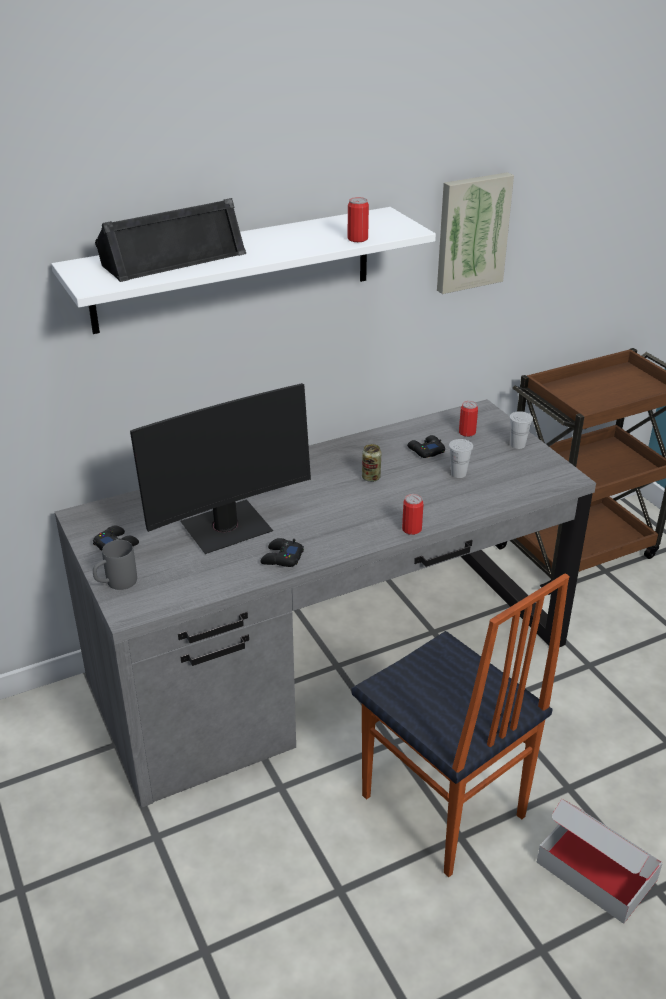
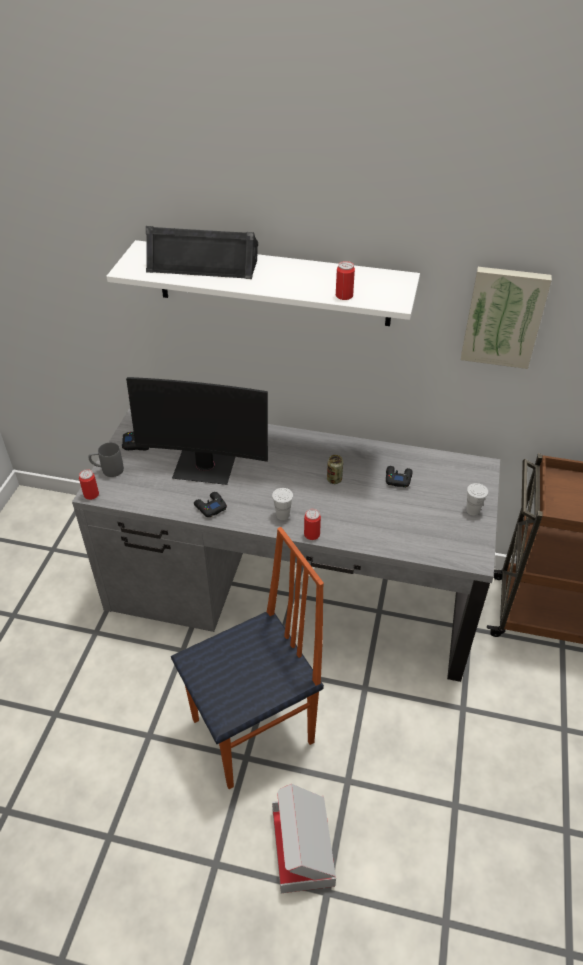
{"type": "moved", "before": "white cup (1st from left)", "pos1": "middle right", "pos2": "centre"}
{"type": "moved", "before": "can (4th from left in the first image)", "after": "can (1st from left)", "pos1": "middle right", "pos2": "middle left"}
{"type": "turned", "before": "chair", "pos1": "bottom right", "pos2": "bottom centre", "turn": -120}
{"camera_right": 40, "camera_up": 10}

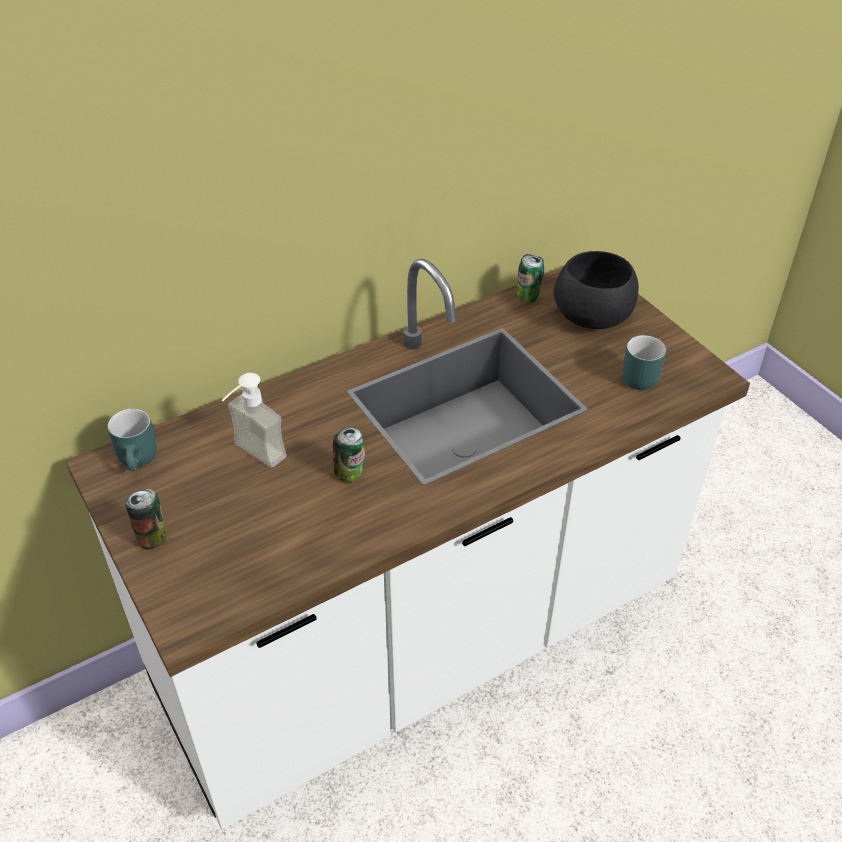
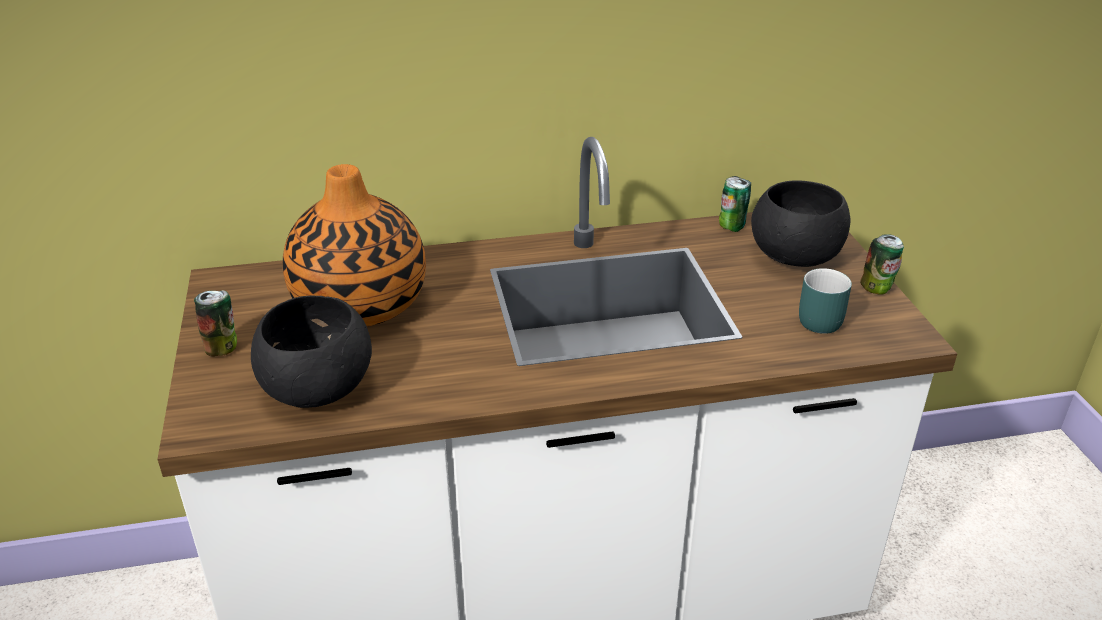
{"type": "removed", "before": "turquoise mug (1st from left)", "pos1": "middle left"}
{"type": "added", "after": "black bowl (1st from left)", "pos2": "middle left"}
{"type": "moved", "before": "can (2nd from left in the first image)", "after": "can (3rd from left)", "pos1": "centre", "pos2": "middle right"}
{"type": "replaced", "before": "soap dispenser", "after": "vase", "pos1": "middle left", "pos2": "middle left"}
{"camera_right": 20, "camera_up": -10}

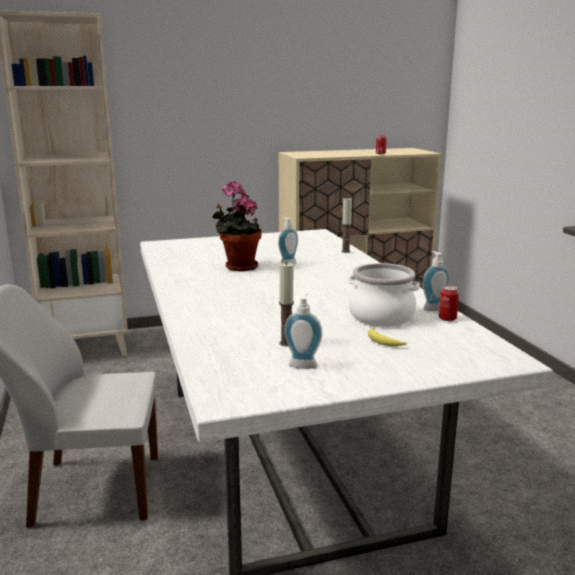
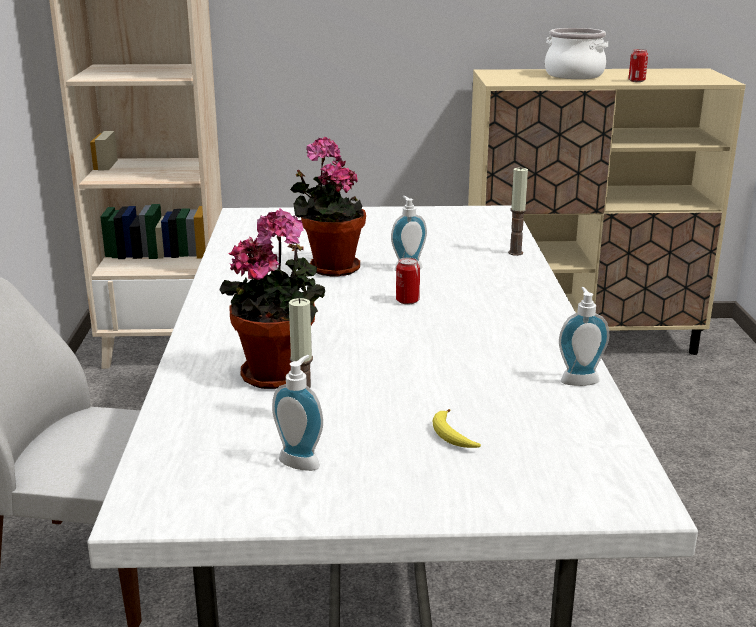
{"type": "added", "after": "potted plant (1st from left)", "pos2": "centre"}
{"type": "moved", "before": "cooking pot", "pos1": "middle right", "pos2": "top right"}
{"type": "moved", "before": "can (2nd from left in the first image)", "after": "can (1st from left)", "pos1": "middle right", "pos2": "centre"}
{"camera_right": 15, "camera_up": 5}

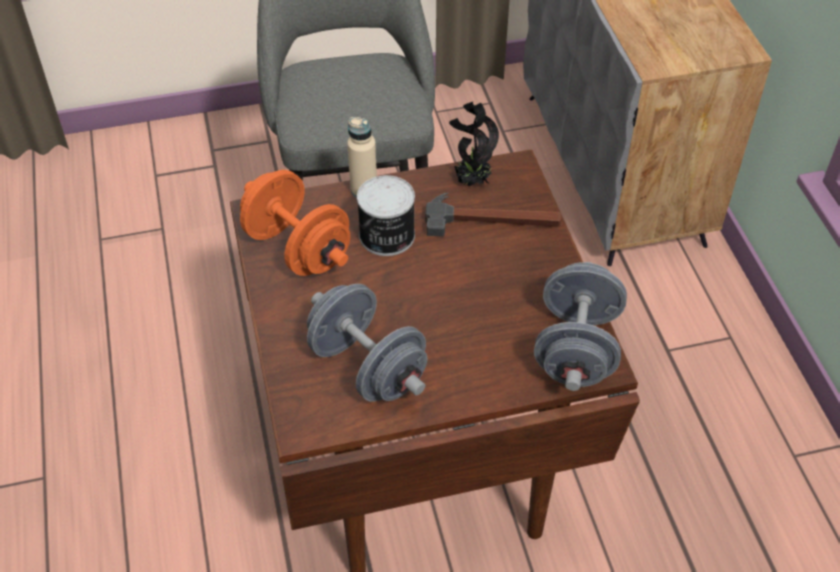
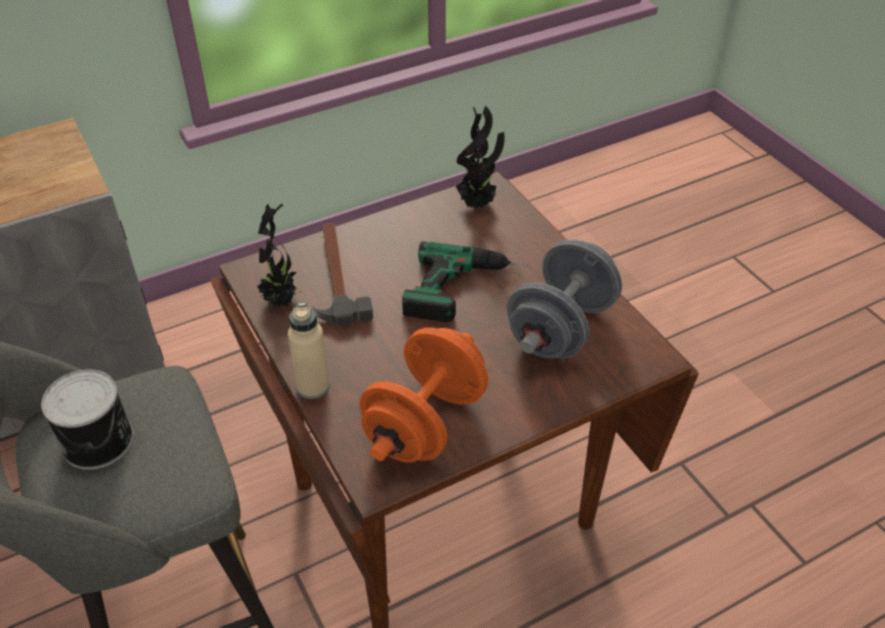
{"type": "added", "after": "power drill", "pos2": "centre"}
{"type": "moved", "before": "can", "pos1": "centre", "pos2": "bottom left"}
{"type": "replaced", "before": "grey dumbbell (2nd from left)", "after": "potted plant (2nd from left)", "pos1": "middle right", "pos2": "top centre"}
{"camera_right": -105, "camera_up": -5}

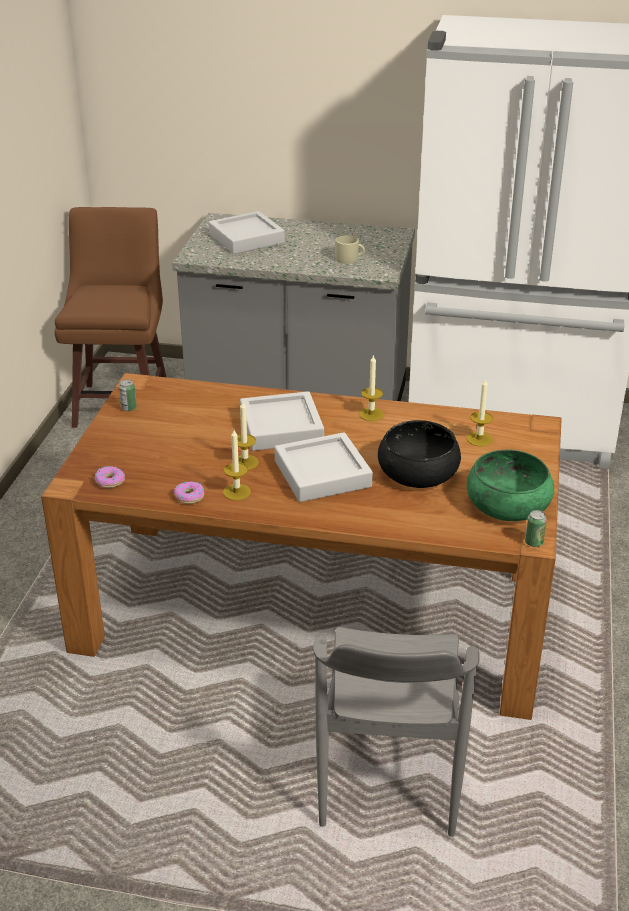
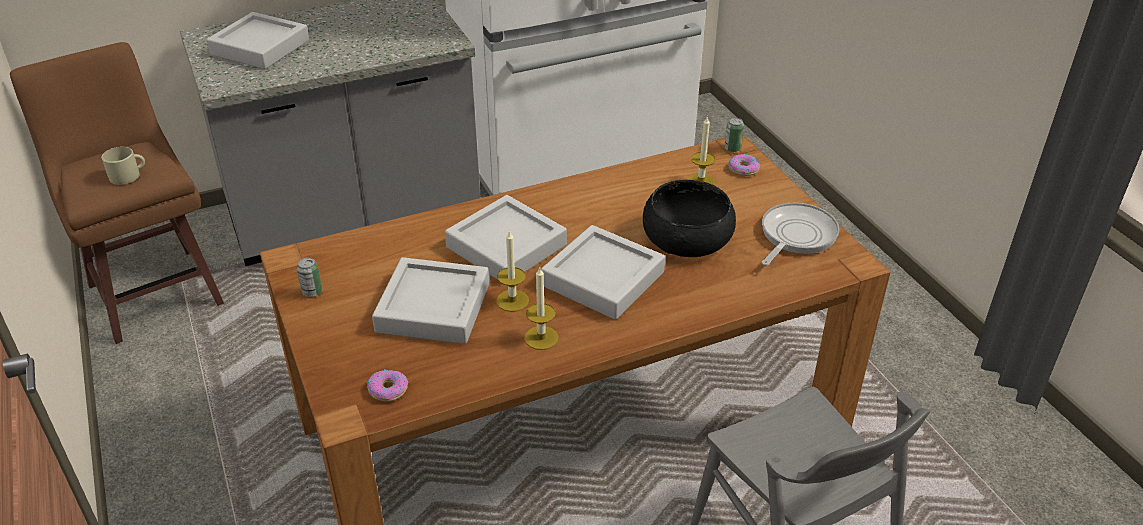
{"type": "removed", "before": "candle (3rd from left)", "pos1": "centre"}
{"type": "added", "after": "grey tray (2nd from left)", "pos2": "centre"}
{"type": "moved", "before": "donut (2nd from left)", "pos1": "middle left", "pos2": "top centre"}
{"type": "moved", "before": "beige mug", "pos1": "top centre", "pos2": "top left"}
{"type": "moved", "before": "can (2nd from left)", "pos1": "middle right", "pos2": "top centre"}
{"type": "replaced", "before": "green bowl", "after": "frying pan", "pos1": "middle right", "pos2": "middle right"}
{"camera_right": -35, "camera_up": 5}

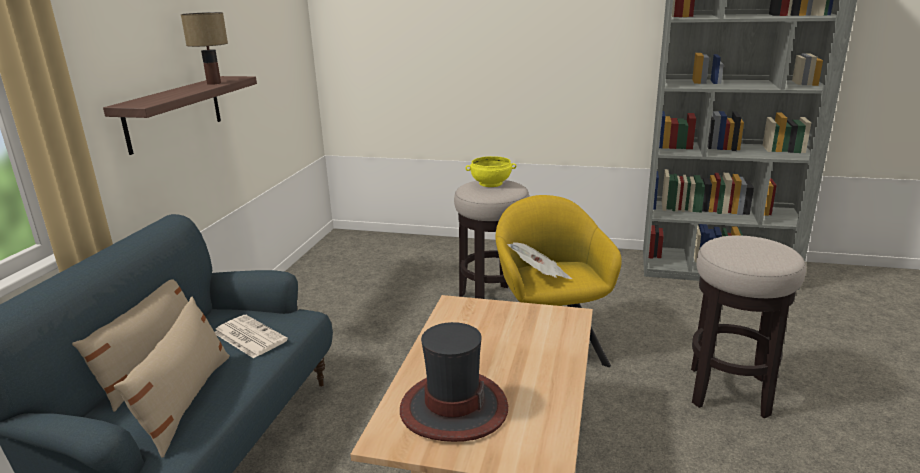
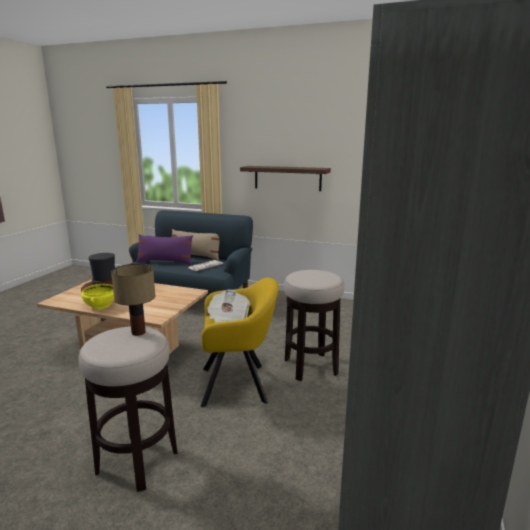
{"type": "moved", "before": "table lamp", "pos1": "top left", "pos2": "middle left"}
{"type": "moved", "before": "yellow bowl", "pos1": "centre", "pos2": "middle left"}
{"type": "recoloured", "before": "beige pillow (2nd from left)", "after": "purple pillow", "pos1": "bottom left", "pos2": "middle left"}
{"camera_right": 95, "camera_up": -5}

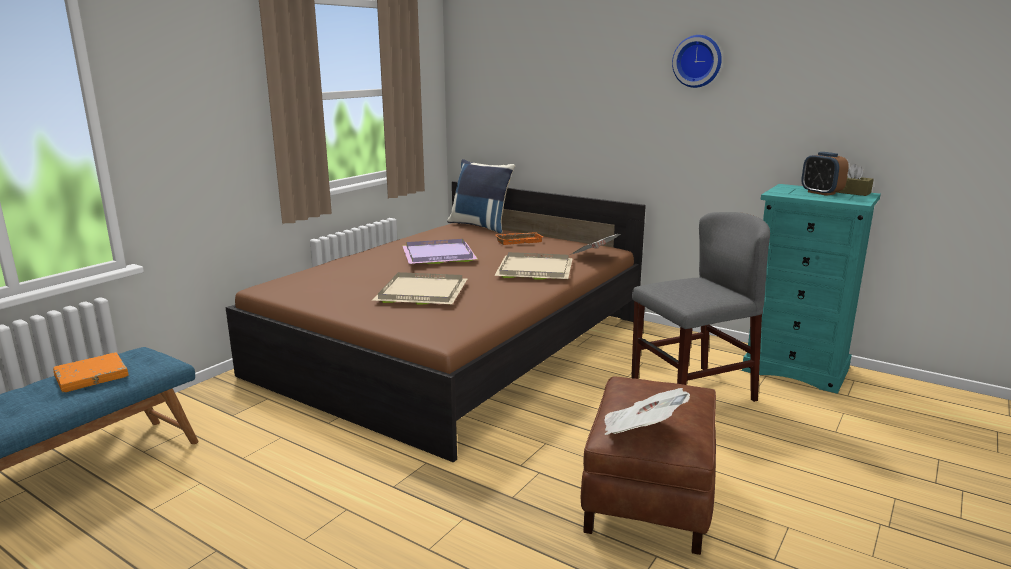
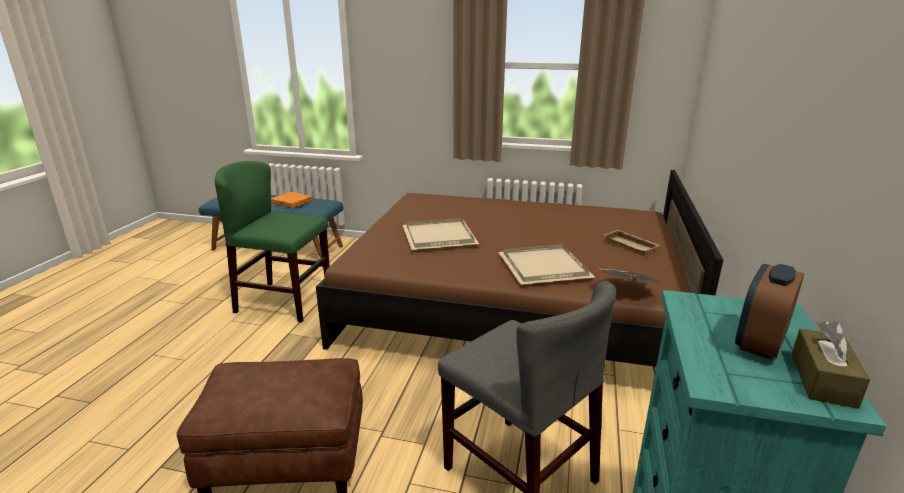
{"type": "removed", "before": "purple tray", "pos1": "centre"}
{"type": "removed", "before": "blue pillow", "pos1": "centre"}
{"type": "removed", "before": "newspaper (2nd from left)", "pos1": "bottom centre"}
{"type": "removed", "before": "wall clock", "pos1": "top right"}
{"type": "added", "after": "green chair", "pos2": "middle left"}
{"type": "recoloured", "before": "orange tray", "after": "beige tray (3rd from left)", "pos1": "centre", "pos2": "middle right"}
{"camera_right": 70, "camera_up": 5}

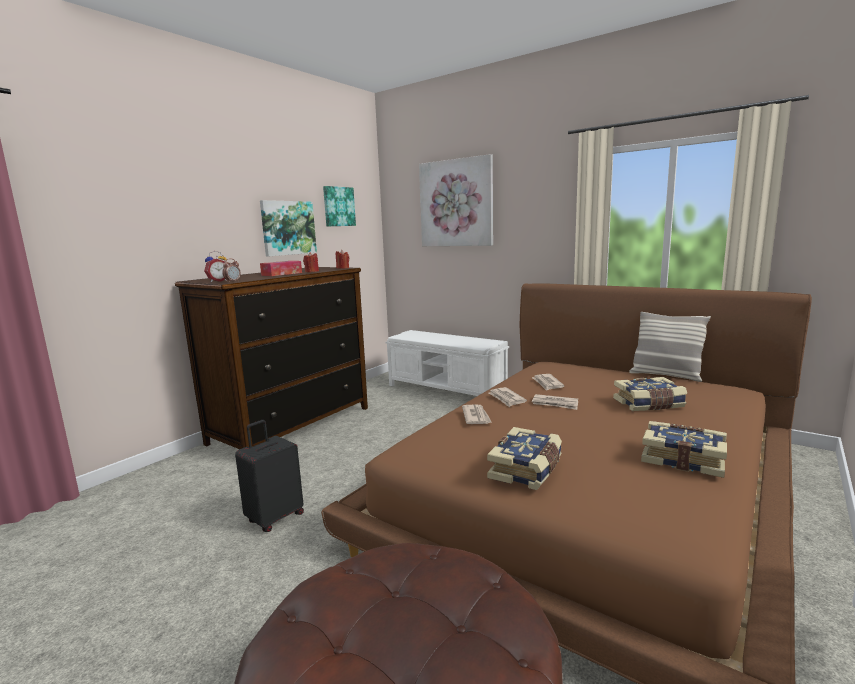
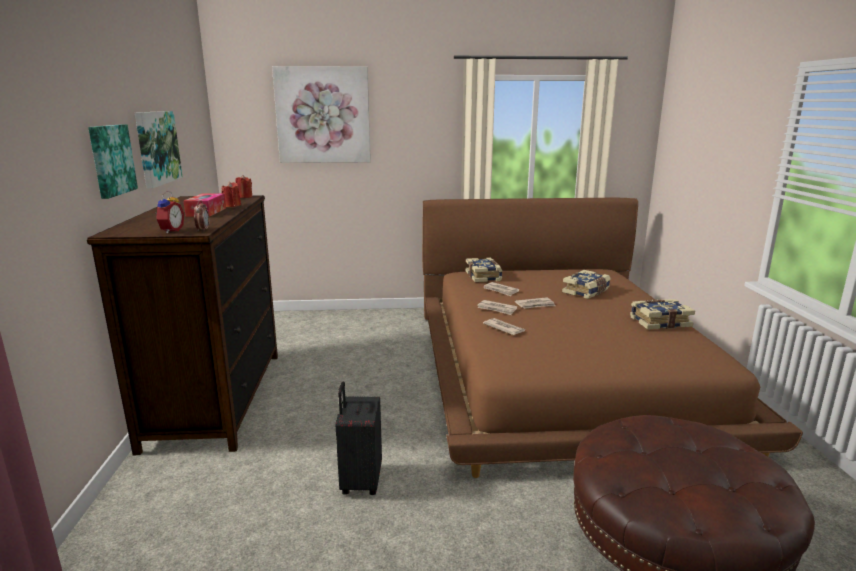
{"type": "removed", "before": "white bench", "pos1": "centre"}
{"type": "removed", "before": "pillow", "pos1": "middle right"}
{"type": "moved", "before": "picture (2nd from left in the first image)", "after": "picture (1st from left)", "pos1": "top centre", "pos2": "top left"}
{"type": "moved", "before": "book (1st from left)", "pos1": "bottom centre", "pos2": "centre"}
{"camera_right": -40, "camera_up": 5}

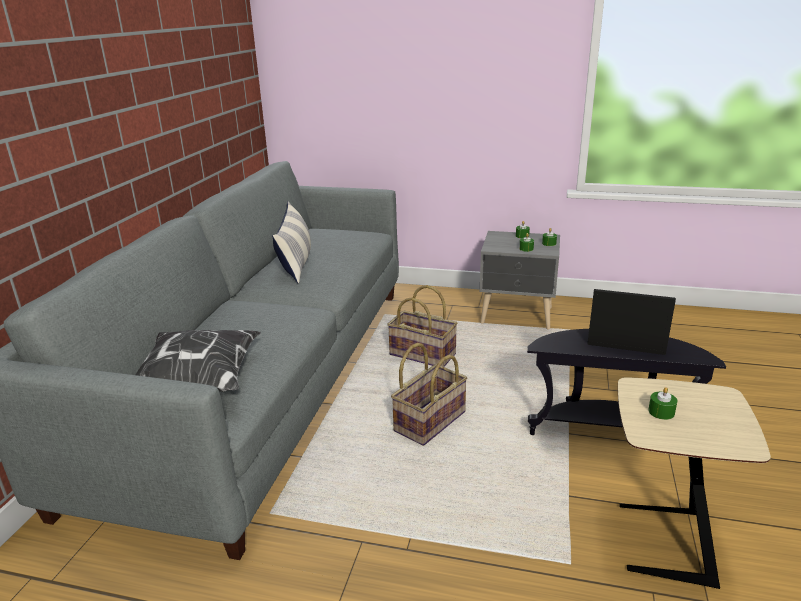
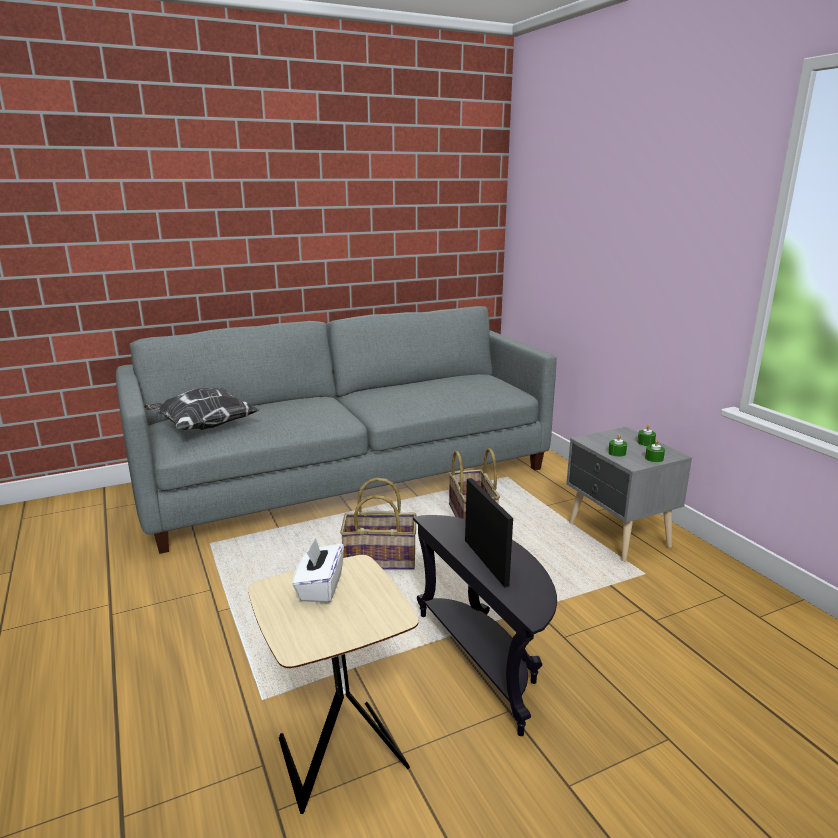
{"type": "removed", "before": "pillow (2nd from left)", "pos1": "centre"}
{"type": "replaced", "before": "green candle (4th from left)", "after": "white tissue box", "pos1": "bottom right", "pos2": "bottom centre"}
{"camera_right": 50, "camera_up": -5}

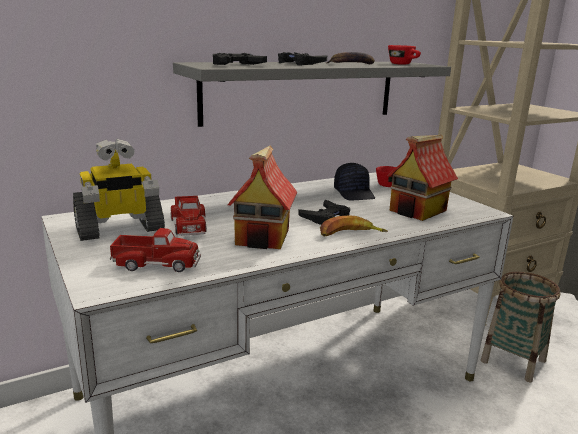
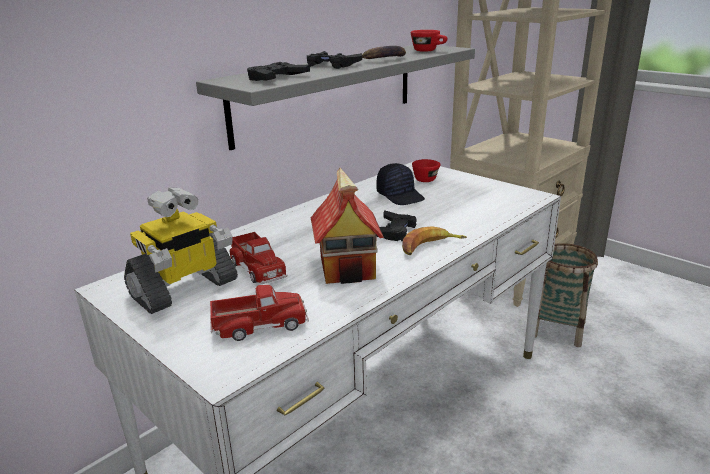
{"type": "removed", "before": "toy house (2nd from left)", "pos1": "middle right"}
{"camera_right": -15, "camera_up": 5}

